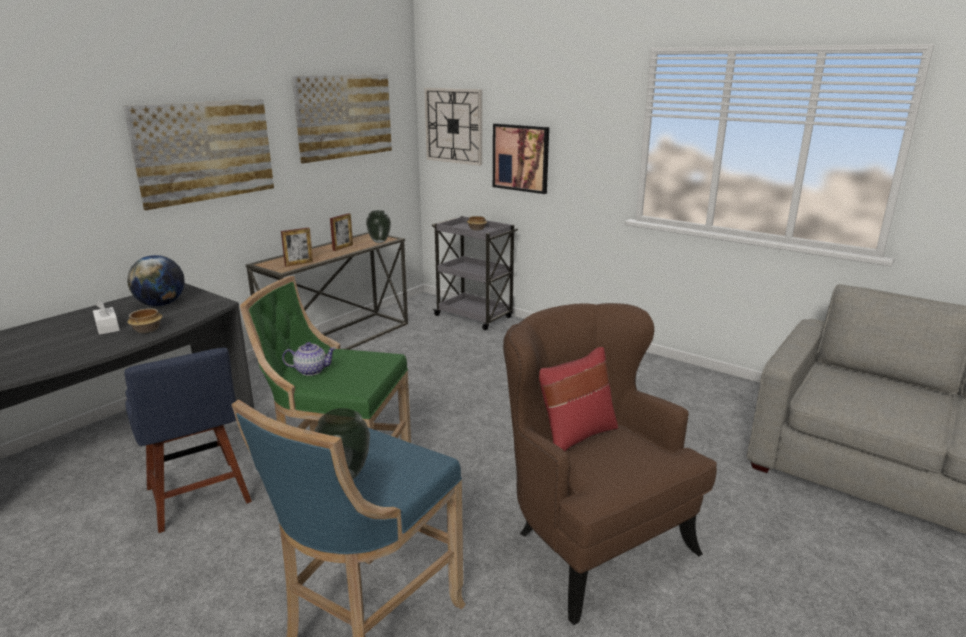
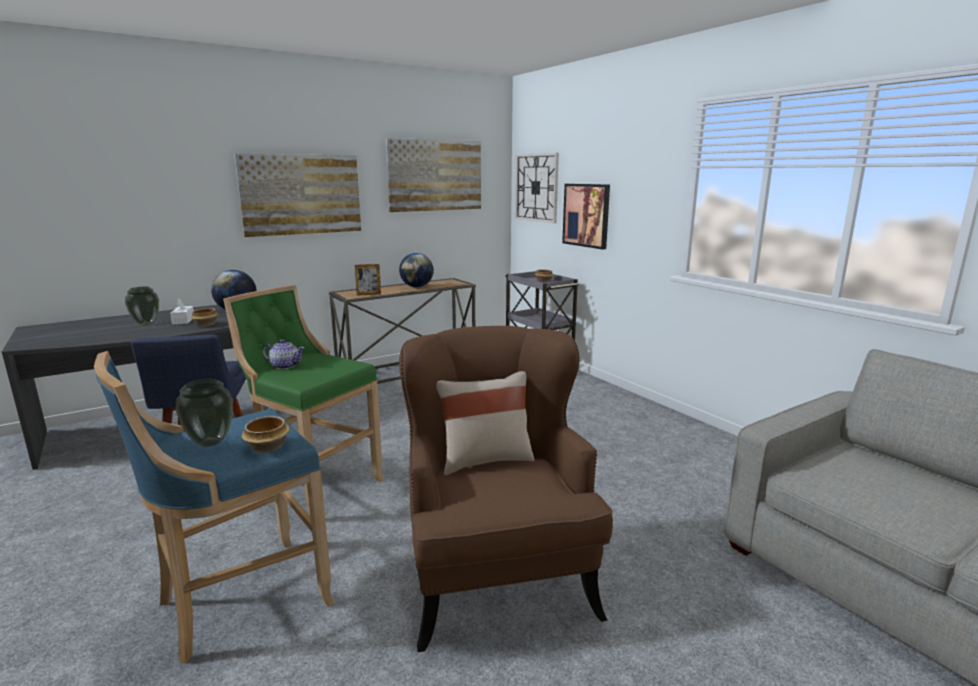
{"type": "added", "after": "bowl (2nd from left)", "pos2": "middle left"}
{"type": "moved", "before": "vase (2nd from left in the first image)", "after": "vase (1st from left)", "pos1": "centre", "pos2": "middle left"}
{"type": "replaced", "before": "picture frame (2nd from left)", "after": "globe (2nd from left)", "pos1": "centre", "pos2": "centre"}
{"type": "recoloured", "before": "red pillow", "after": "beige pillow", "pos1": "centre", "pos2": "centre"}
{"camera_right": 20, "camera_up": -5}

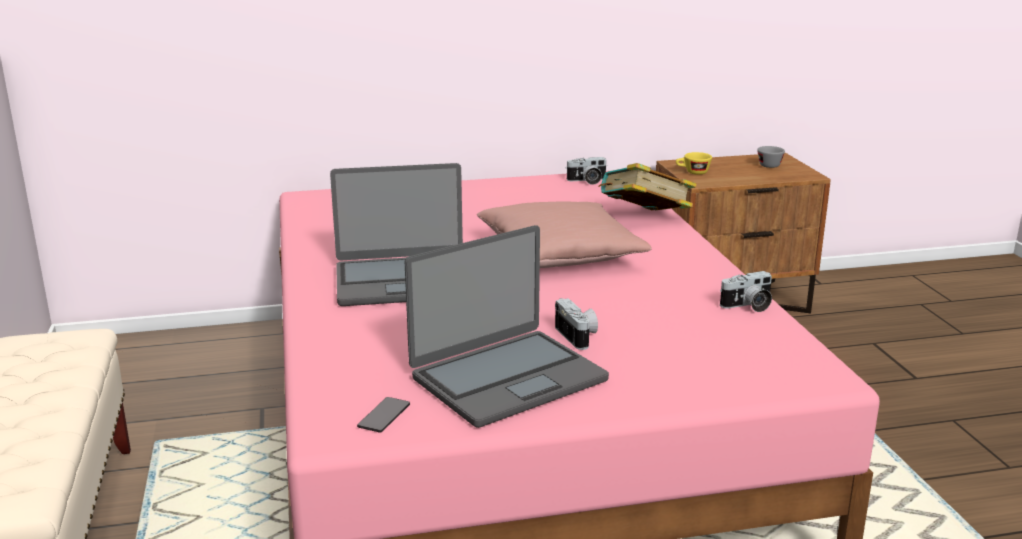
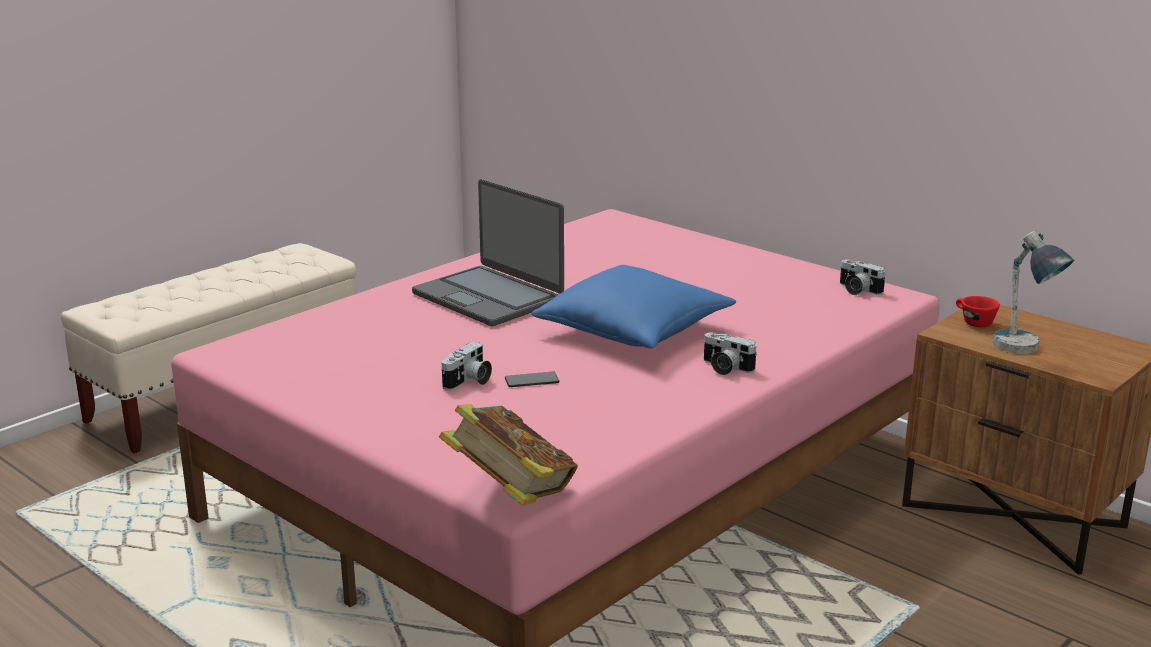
{"type": "removed", "before": "laptop (2nd from left)", "pos1": "centre"}
{"type": "removed", "before": "grey cup", "pos1": "top right"}
{"type": "added", "after": "table lamp", "pos2": "middle right"}
{"type": "moved", "before": "phone", "pos1": "bottom centre", "pos2": "centre"}
{"type": "moved", "before": "book", "pos1": "centre", "pos2": "bottom centre"}
{"type": "moved", "before": "photo camera (3rd from left in the first image)", "after": "photo camera (2nd from left)", "pos1": "middle right", "pos2": "centre"}
{"type": "recoloured", "before": "pink pillow", "after": "blue pillow", "pos1": "centre", "pos2": "centre"}
{"type": "recoloured", "before": "yellow cup", "after": "red cup", "pos1": "top right", "pos2": "middle right"}
{"camera_right": 55, "camera_up": 0}

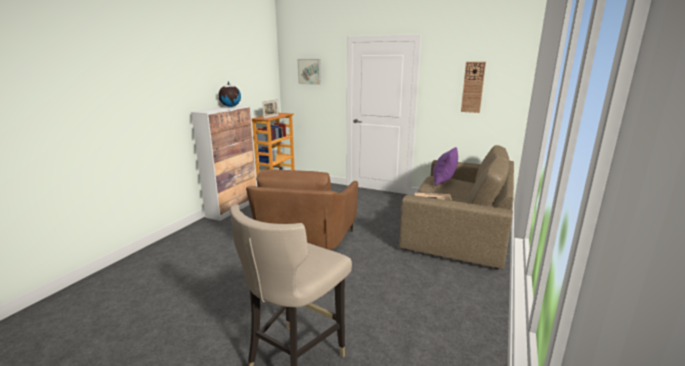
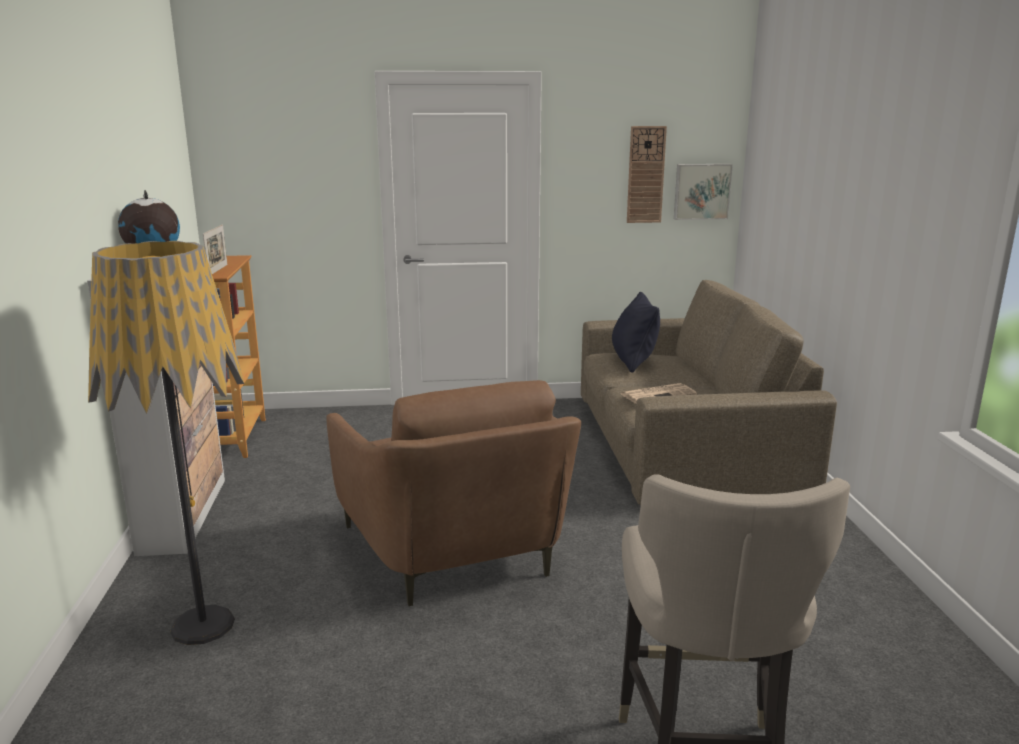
{"type": "added", "after": "floor lamp", "pos2": "middle left"}
{"type": "moved", "before": "picture", "pos1": "top centre", "pos2": "top right"}
{"type": "recoloured", "before": "purple pillow", "after": "black pillow", "pos1": "centre", "pos2": "centre"}
{"camera_right": -30, "camera_up": 0}

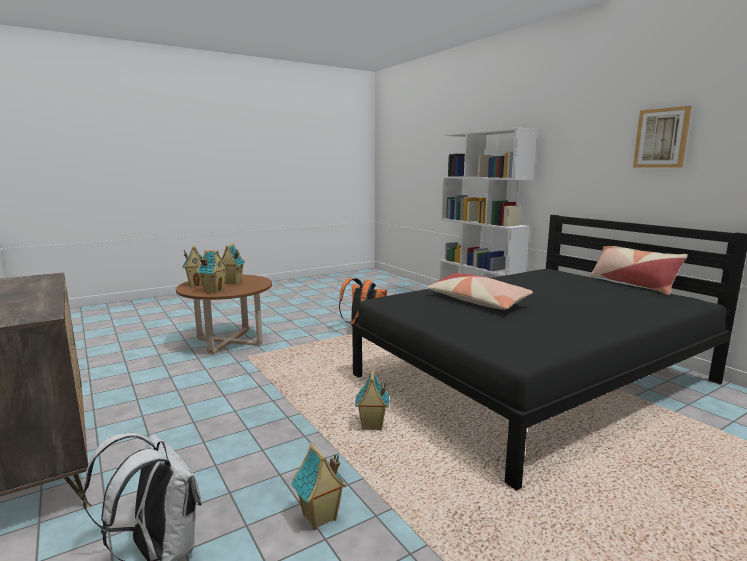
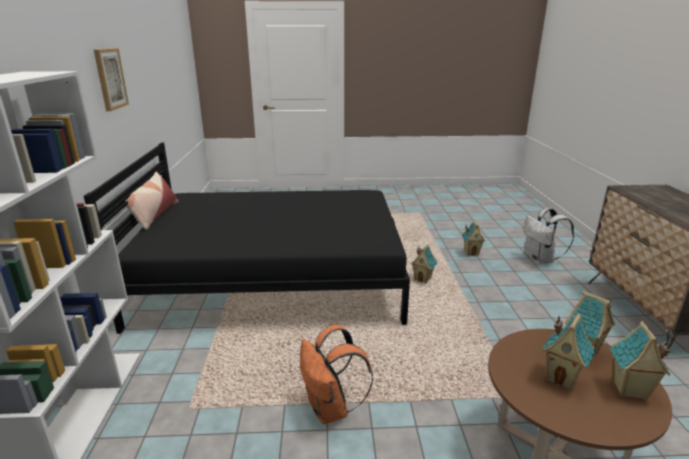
{"type": "removed", "before": "pillow (1st from left)", "pos1": "centre"}
{"camera_right": -150, "camera_up": 10}

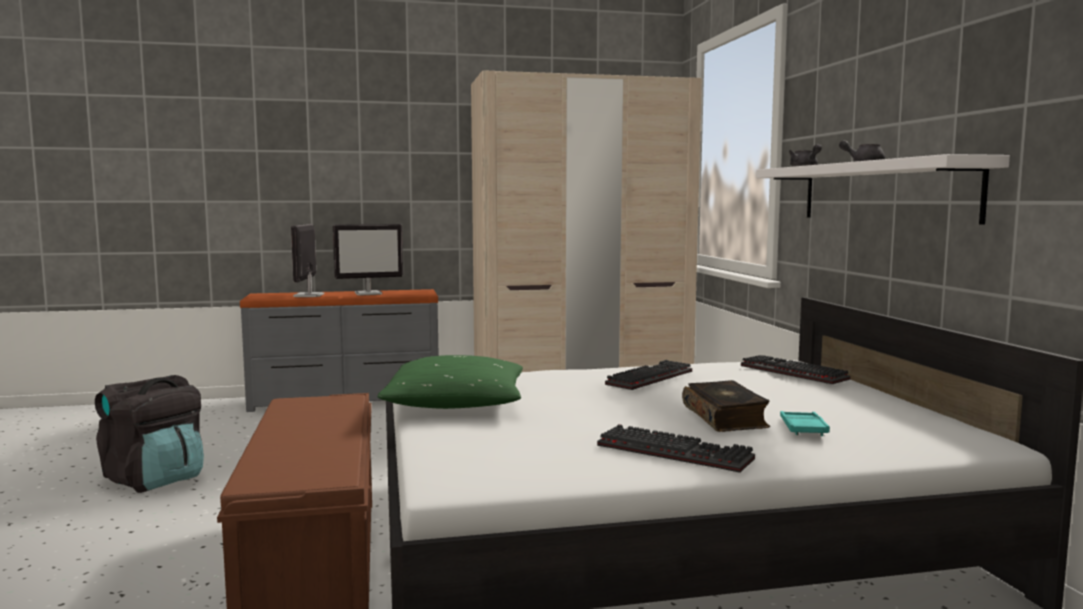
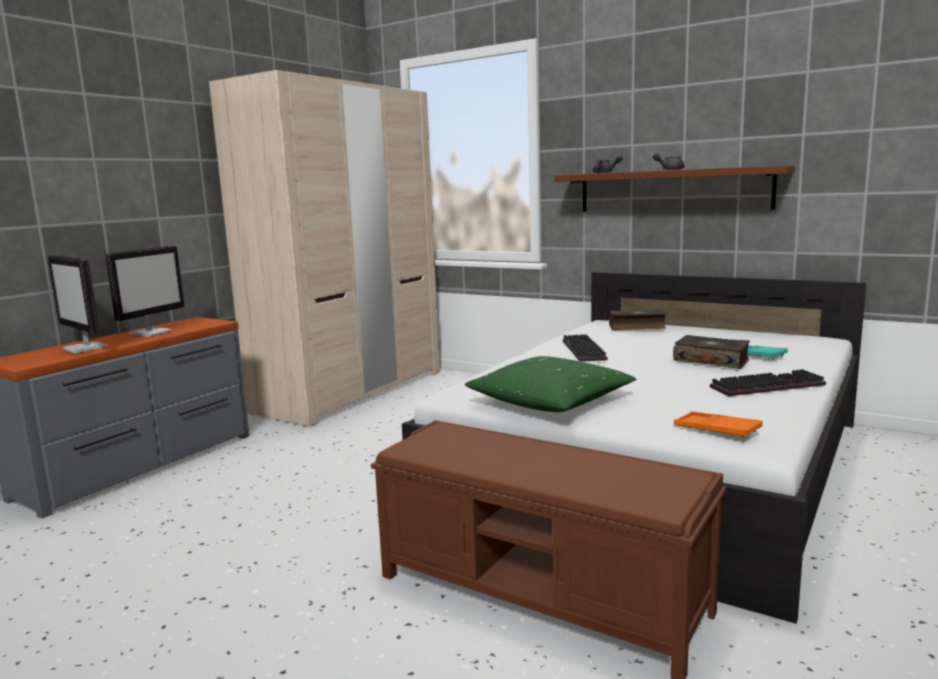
{"type": "removed", "before": "black backpack", "pos1": "bottom left"}
{"type": "added", "after": "orange tray", "pos2": "middle right"}
{"type": "replaced", "before": "keyboard (3rd from left)", "after": "book (1st from left)", "pos1": "middle right", "pos2": "middle right"}
{"type": "recoloured", "before": "white shelf", "after": "brown shelf", "pos1": "top right", "pos2": "top right"}
{"camera_right": -45, "camera_up": 5}

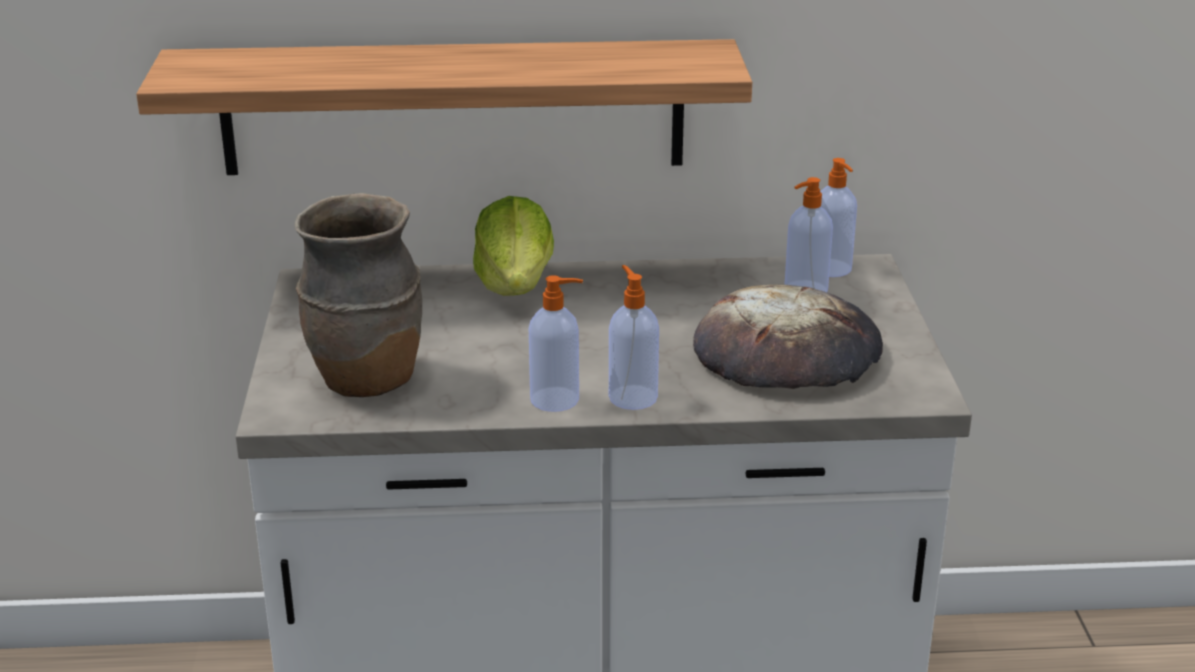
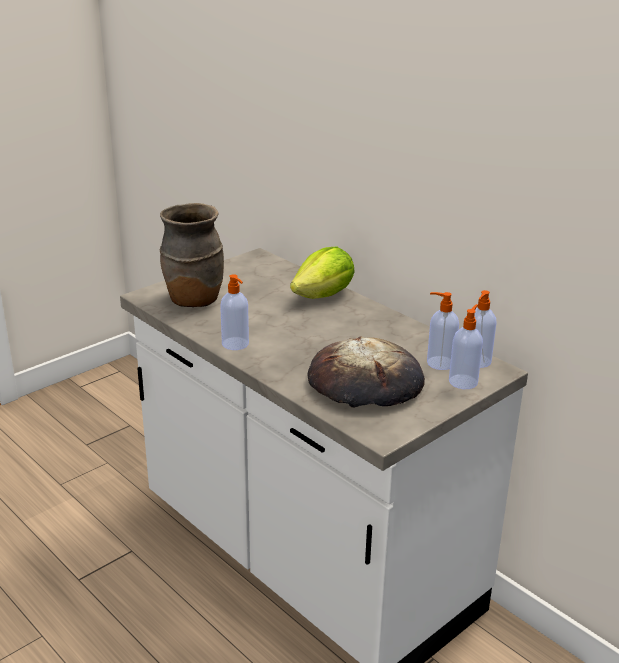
{"type": "removed", "before": "shelf", "pos1": "top centre"}
{"type": "moved", "before": "soap dispenser (2nd from left in the first image)", "after": "soap dispenser (3rd from left)", "pos1": "centre", "pos2": "middle right"}
{"camera_right": 50, "camera_up": 0}

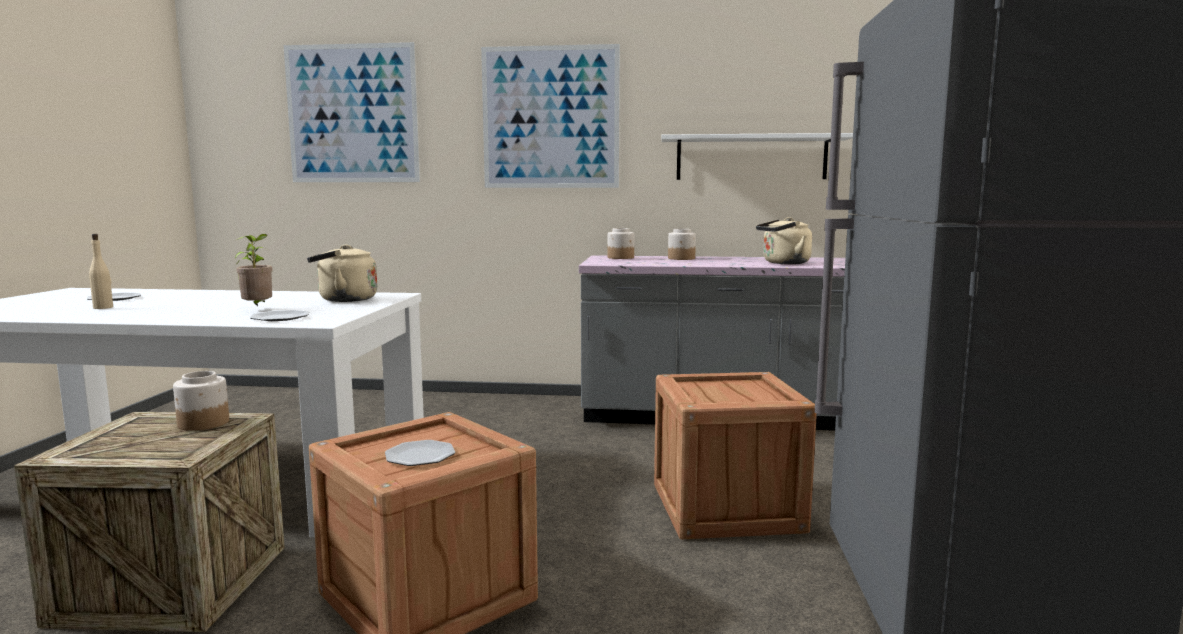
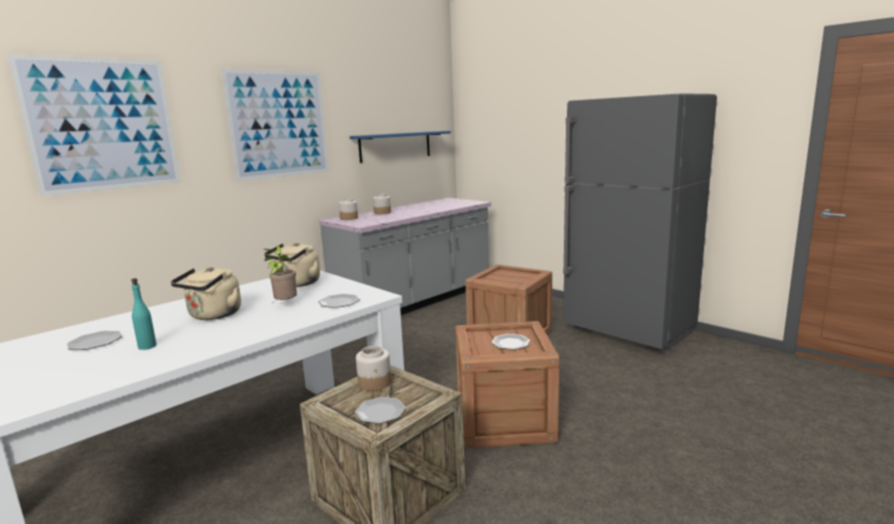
{"type": "added", "after": "plate (3rd from left)", "pos2": "bottom centre"}
{"type": "moved", "before": "beige kettle (2nd from left in the first image)", "after": "beige kettle (1st from left)", "pos1": "centre", "pos2": "middle left"}
{"type": "recoloured", "before": "beige bottle", "after": "turquoise bottle", "pos1": "middle left", "pos2": "middle left"}
{"type": "recoloured", "before": "white shelf", "after": "blue shelf", "pos1": "top centre", "pos2": "top centre"}
{"camera_right": -50, "camera_up": 5}

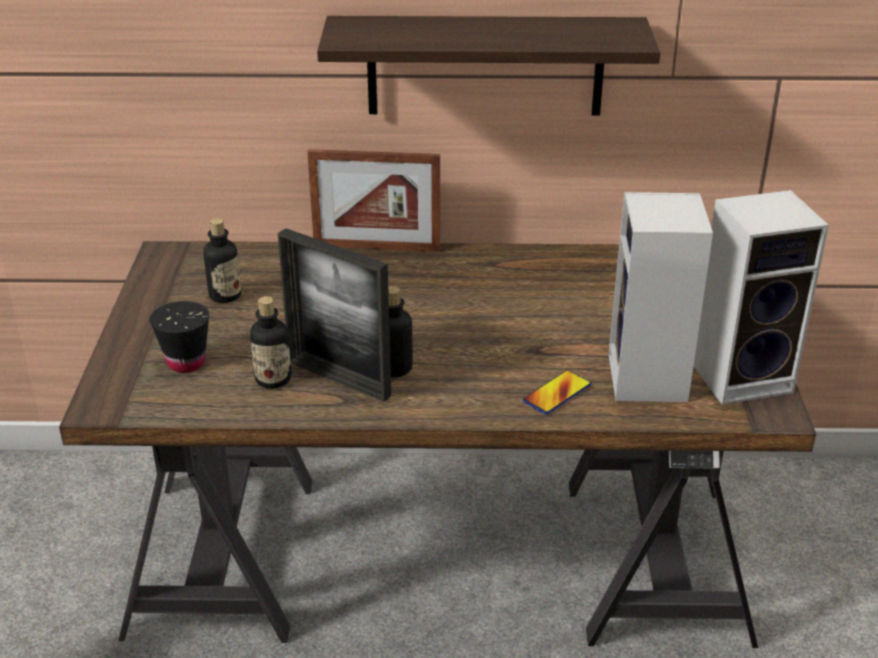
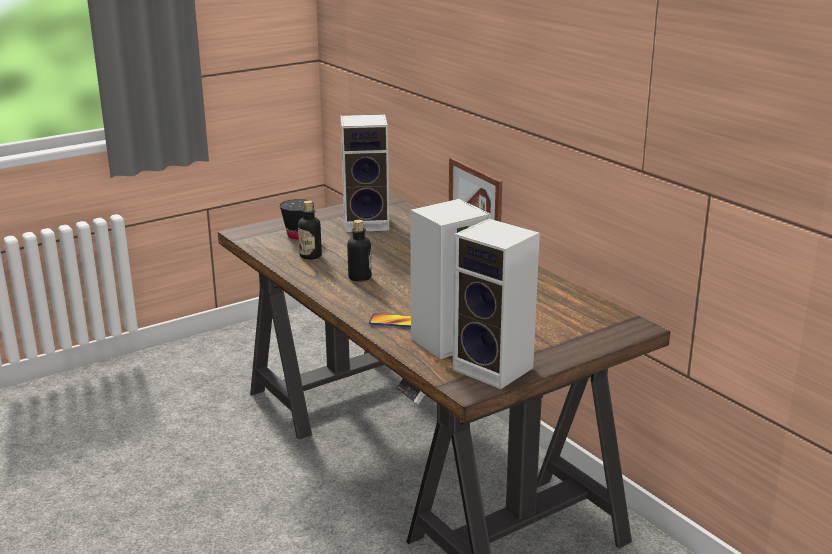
{"type": "removed", "before": "picture frame (1st from left)", "pos1": "centre"}
{"type": "removed", "before": "shelf", "pos1": "top centre"}
{"type": "replaced", "before": "bottle (1st from left)", "after": "speaker (1st from left)", "pos1": "middle left", "pos2": "top centre"}
{"camera_right": 55, "camera_up": -10}

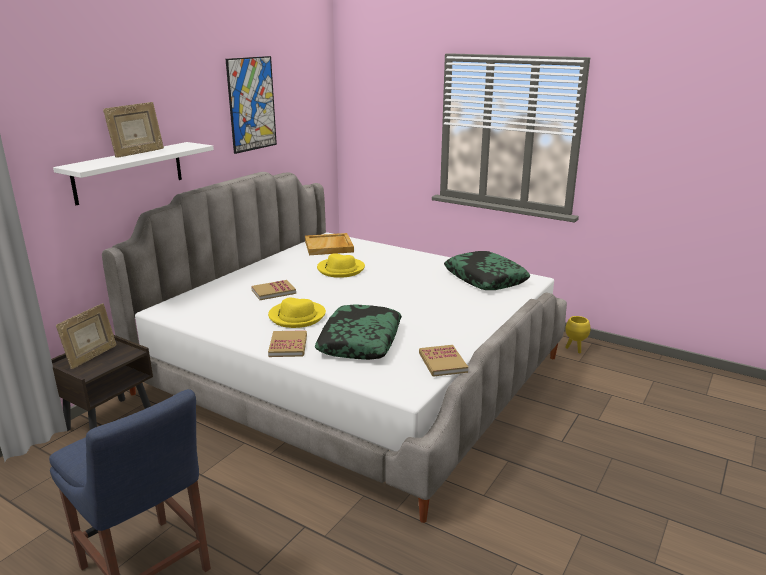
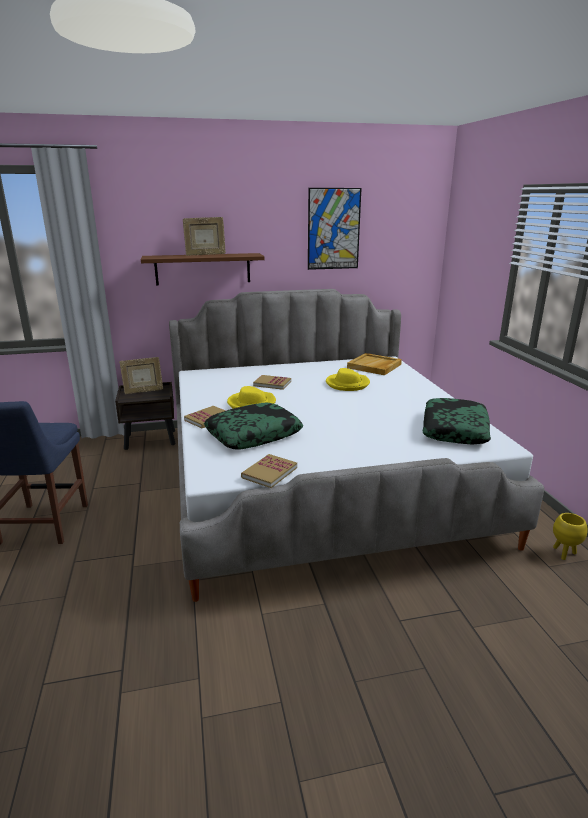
{"type": "recoloured", "before": "white shelf", "after": "brown shelf", "pos1": "top left", "pos2": "top centre"}
{"camera_right": 45, "camera_up": 0}

